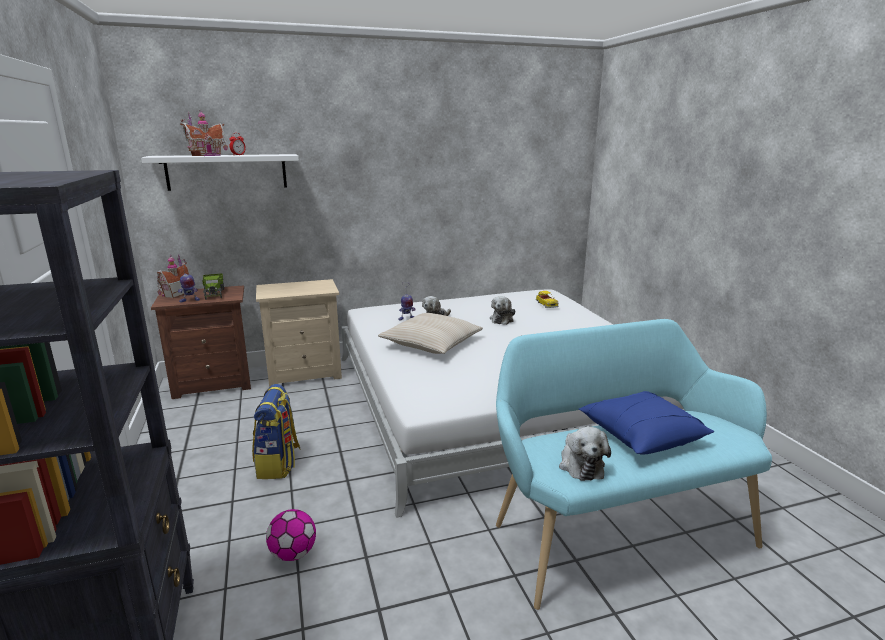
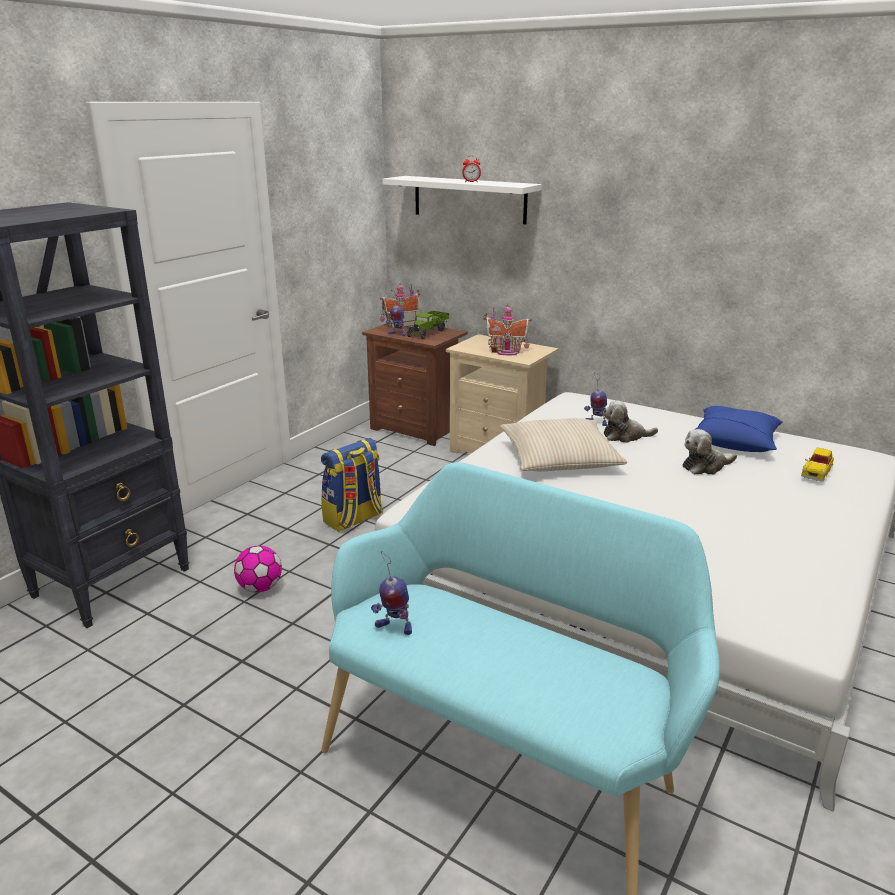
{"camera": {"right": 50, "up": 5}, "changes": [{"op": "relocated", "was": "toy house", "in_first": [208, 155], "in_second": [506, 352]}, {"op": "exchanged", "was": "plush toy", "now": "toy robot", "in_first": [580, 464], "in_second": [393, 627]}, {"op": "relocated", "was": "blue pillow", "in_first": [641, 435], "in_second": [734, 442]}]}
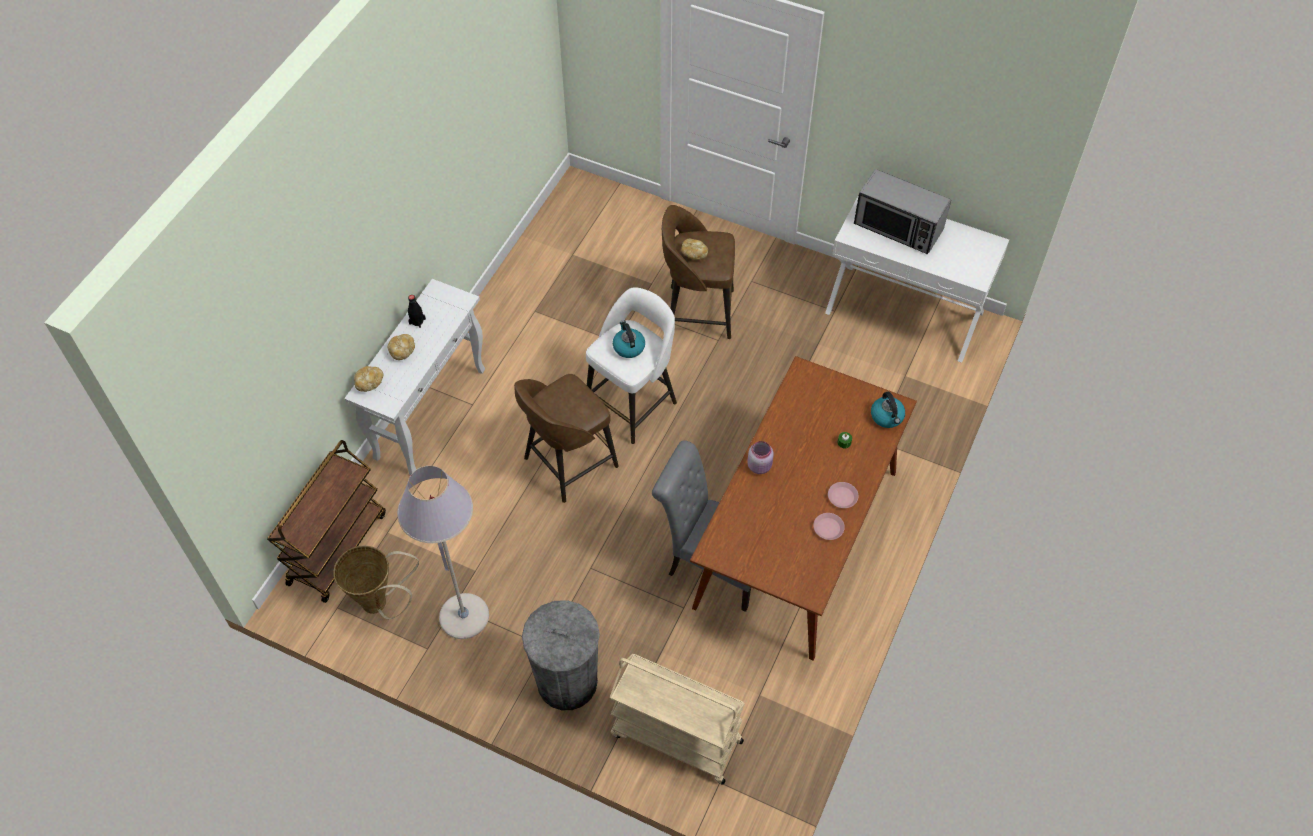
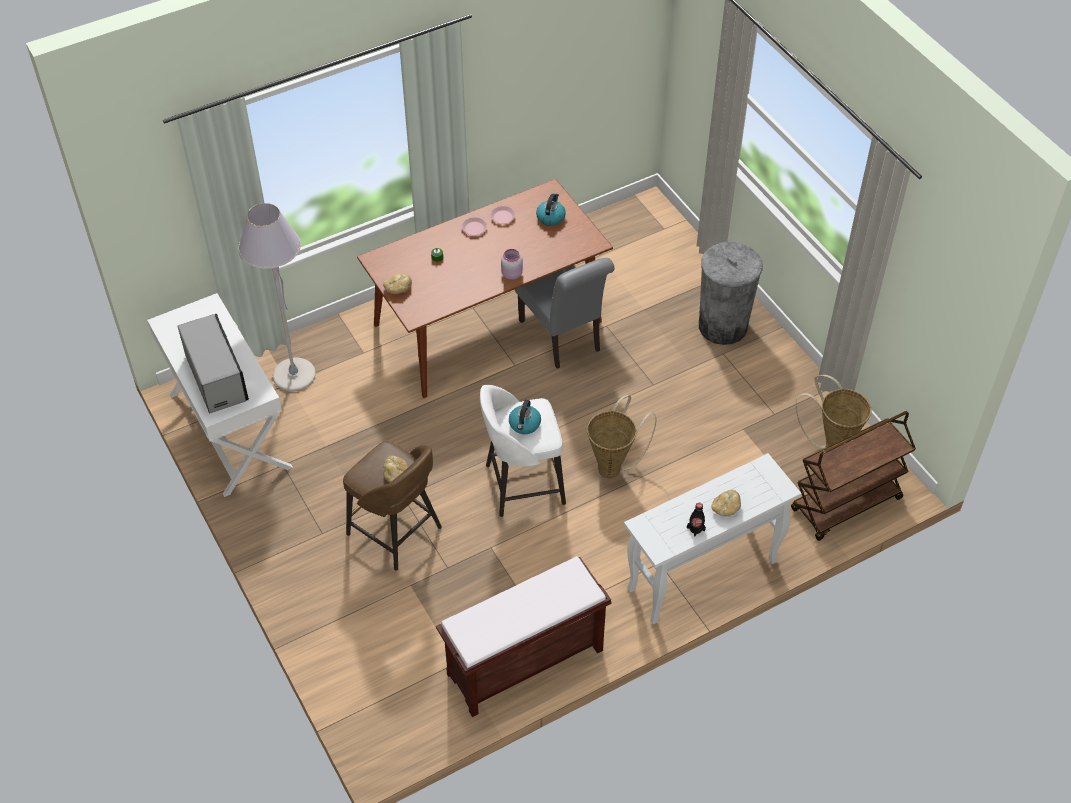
{"camera": {"right": -145, "up": -5}, "changes": [{"op": "relocated", "was": "bread", "in_first": [369, 382], "in_second": [398, 289]}, {"op": "relocated", "was": "grey floor lamp", "in_first": [464, 617], "in_second": [294, 375]}, {"op": "exchanged", "was": "brown stool", "now": "basket", "in_first": [568, 464], "in_second": [613, 467]}, {"op": "missing", "was": "beige cart", "in_first": [675, 738]}, {"op": "relocated", "was": "kettle", "in_first": [887, 417], "in_second": [550, 217]}, {"op": "appeared", "now": "brown bench", "in_second": [524, 663]}]}
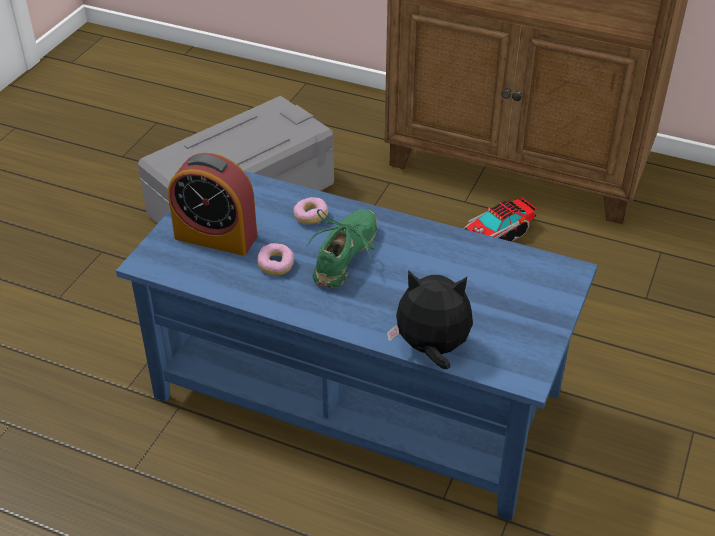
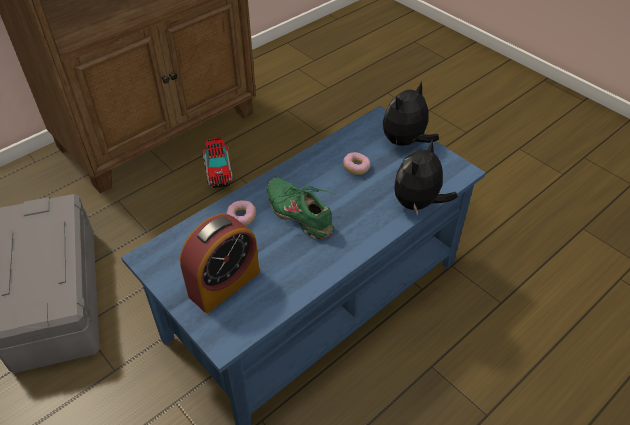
{"camera": {"right": -65, "up": 5}, "changes": [{"op": "relocated", "was": "donut", "in_first": [276, 265], "in_second": [356, 168]}, {"op": "appeared", "now": "plush toy", "in_second": [405, 142]}]}
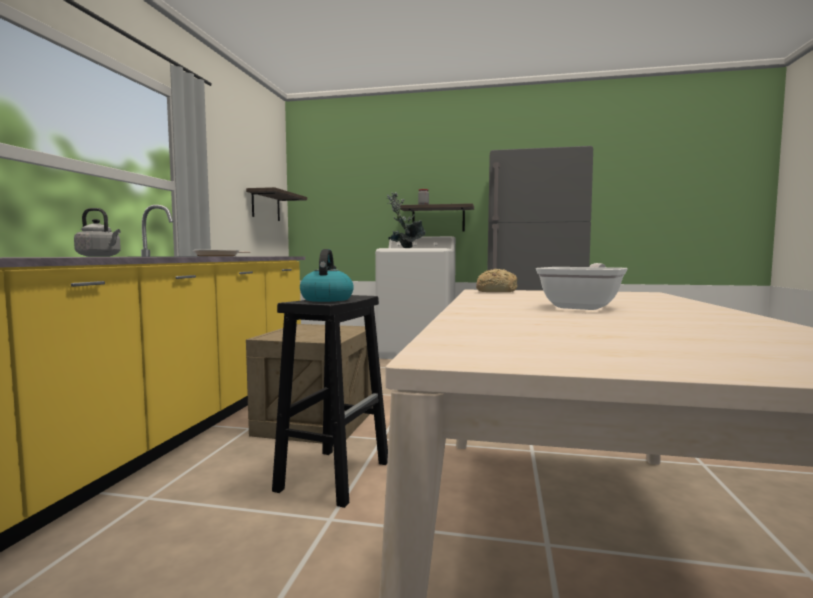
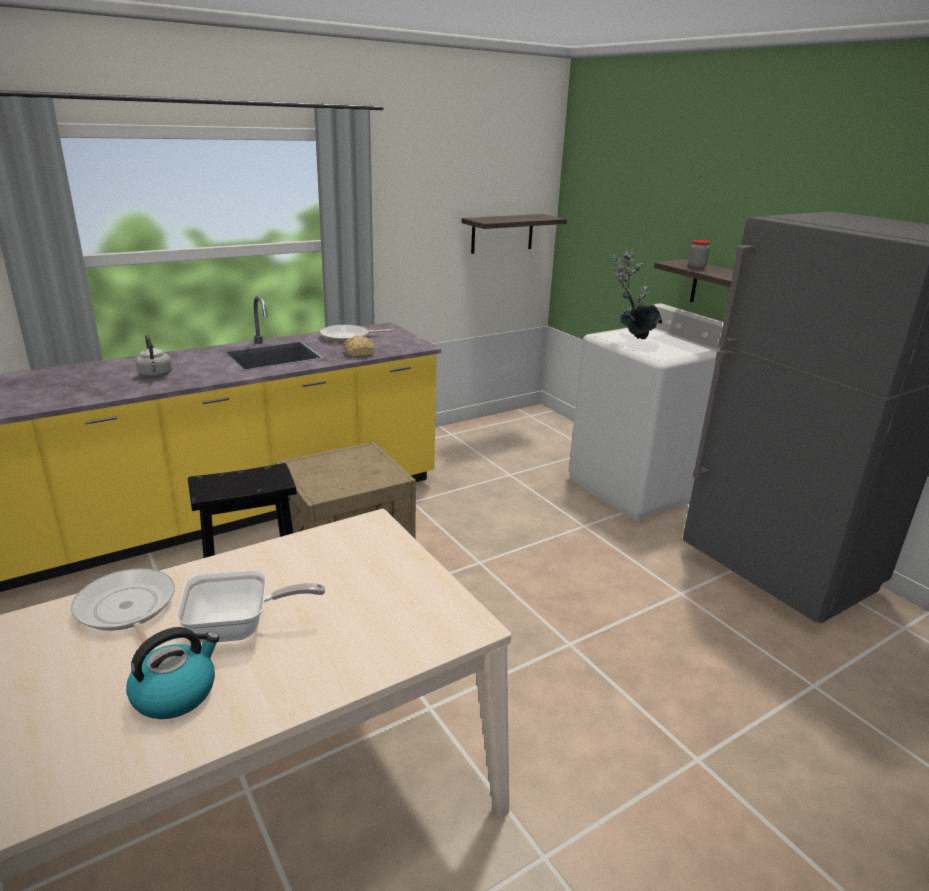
{"camera": {"right": 45, "up": 20}, "changes": [{"op": "relocated", "was": "kettle", "in_first": [327, 299], "in_second": [176, 693]}, {"op": "relocated", "was": "bread", "in_first": [495, 291], "in_second": [359, 353]}, {"op": "appeared", "now": "frying pan", "in_second": [127, 610]}]}
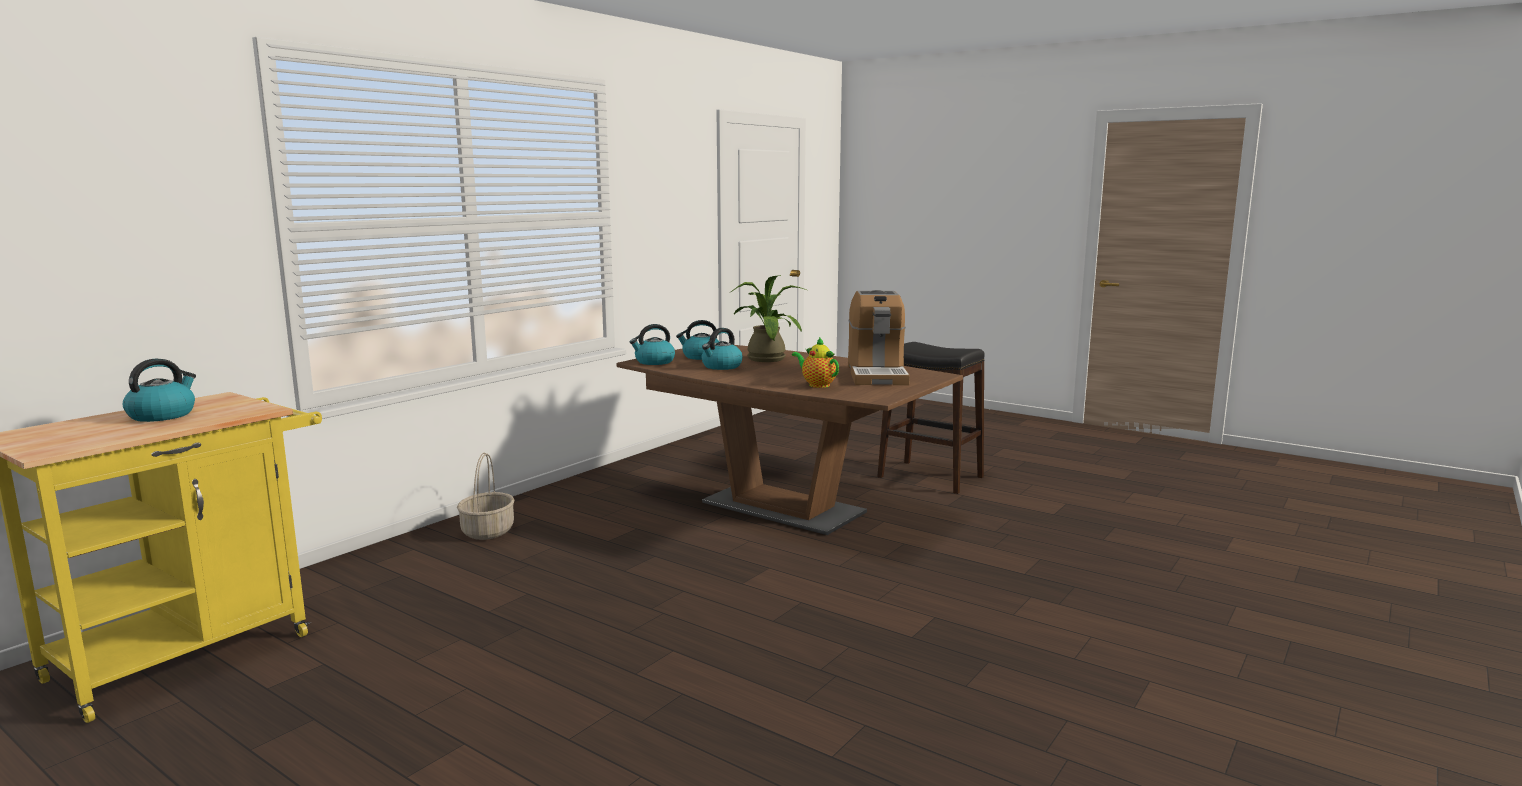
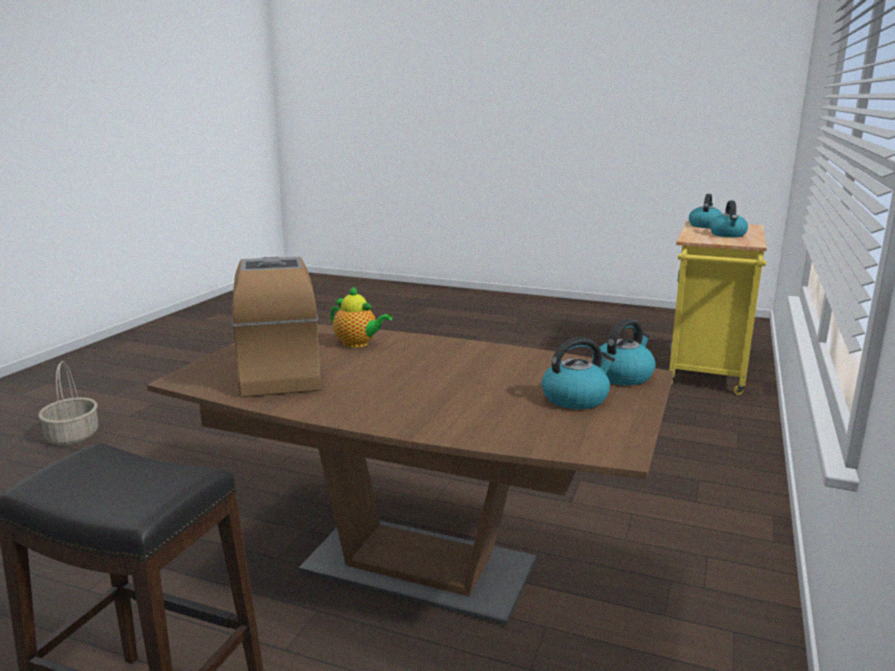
{"camera": {"right": 165, "up": 5}, "changes": [{"op": "relocated", "was": "basket", "in_first": [487, 531], "in_second": [73, 436]}, {"op": "relocated", "was": "kettle", "in_first": [721, 366], "in_second": [705, 225]}, {"op": "missing", "was": "potted plant", "in_first": [766, 358]}]}
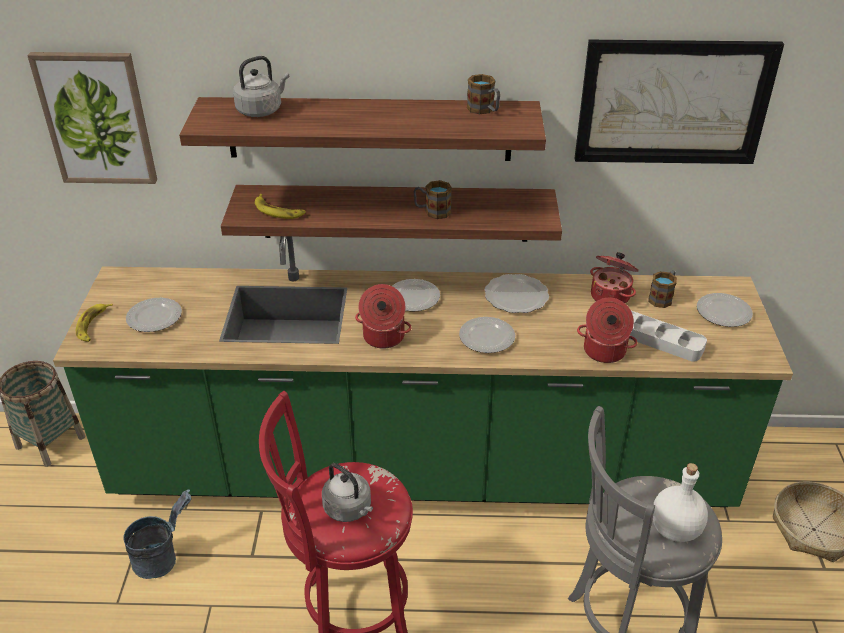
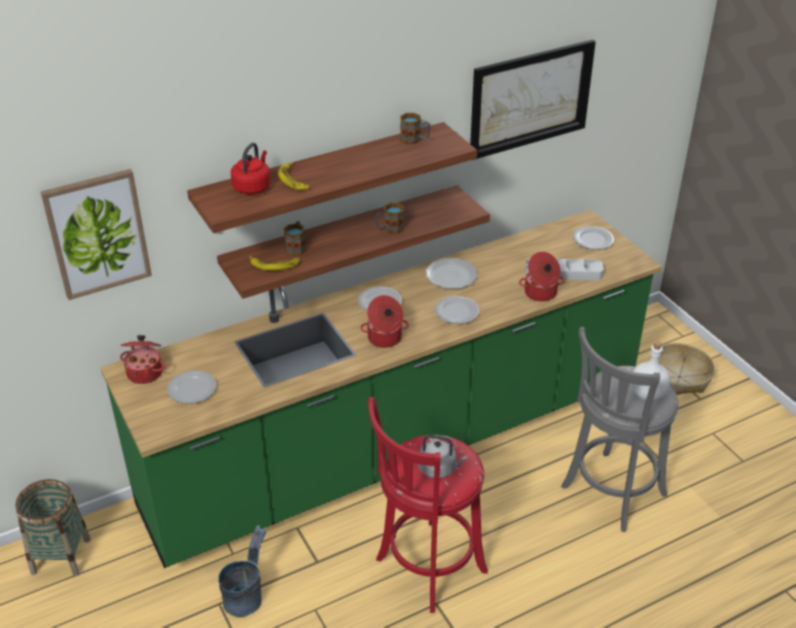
{"camera": {"right": -30, "up": 0}, "changes": [{"op": "relocated", "was": "banana", "in_first": [93, 325], "in_second": [293, 180]}, {"op": "colour", "was": "grey kettle", "now": "red kettle", "in_first": [261, 110], "in_second": [253, 186]}, {"op": "relocated", "was": "cooking pot", "in_first": [611, 295], "in_second": [145, 372]}, {"op": "relocated", "was": "mug", "in_first": [662, 297], "in_second": [296, 246]}]}
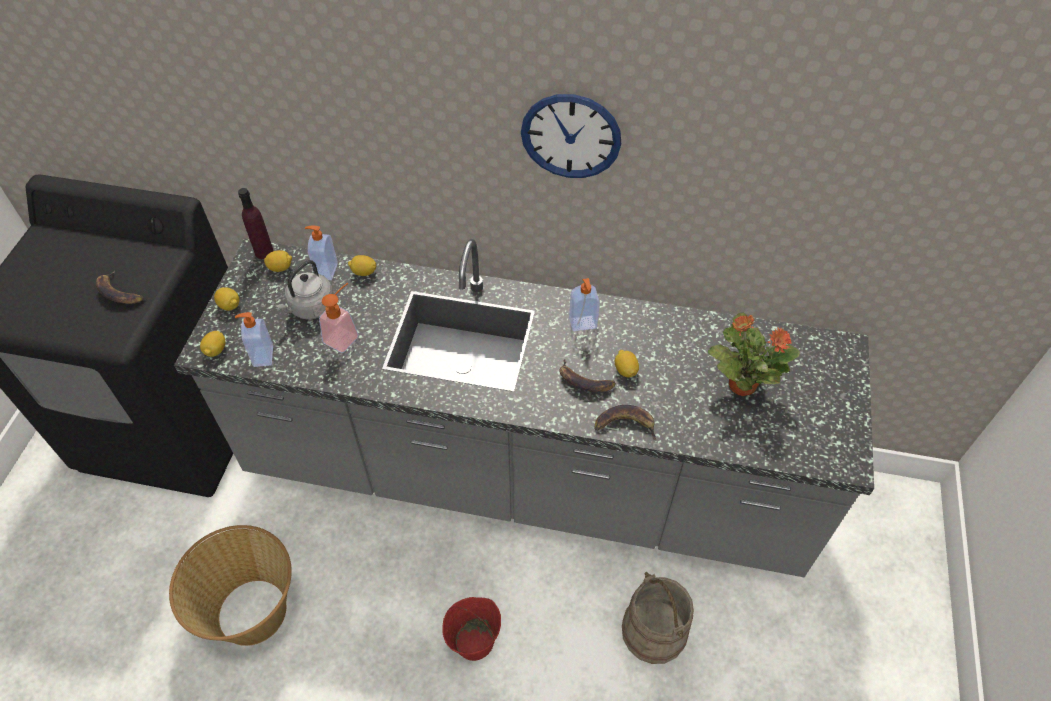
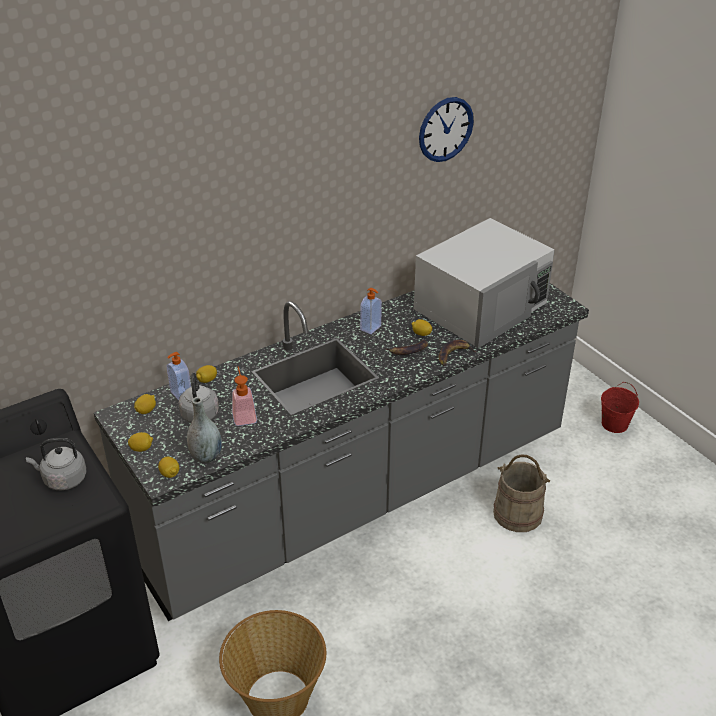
{"camera": {"right": -45, "up": -15}, "changes": [{"op": "exchanged", "was": "banana", "now": "grey kettle", "in_first": [119, 292], "in_second": [63, 479]}, {"op": "exchanged", "was": "soap dispenser", "now": "grey vase", "in_first": [262, 356], "in_second": [206, 456]}, {"op": "missing", "was": "purple bottle", "in_first": [264, 252]}, {"op": "relocated", "was": "red bucket", "in_first": [475, 640], "in_second": [614, 424]}, {"op": "relocated", "was": "wall clock", "in_first": [571, 136], "in_second": [445, 129]}, {"op": "exchanged", "was": "potted plant", "now": "white microwave", "in_first": [741, 384], "in_second": [482, 306]}]}
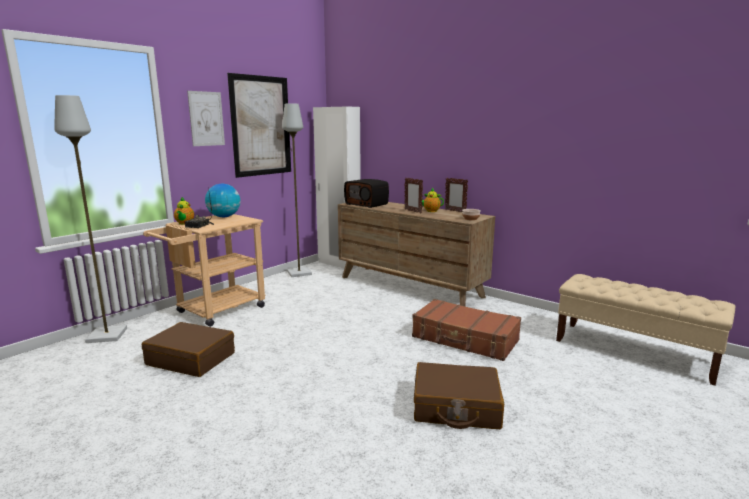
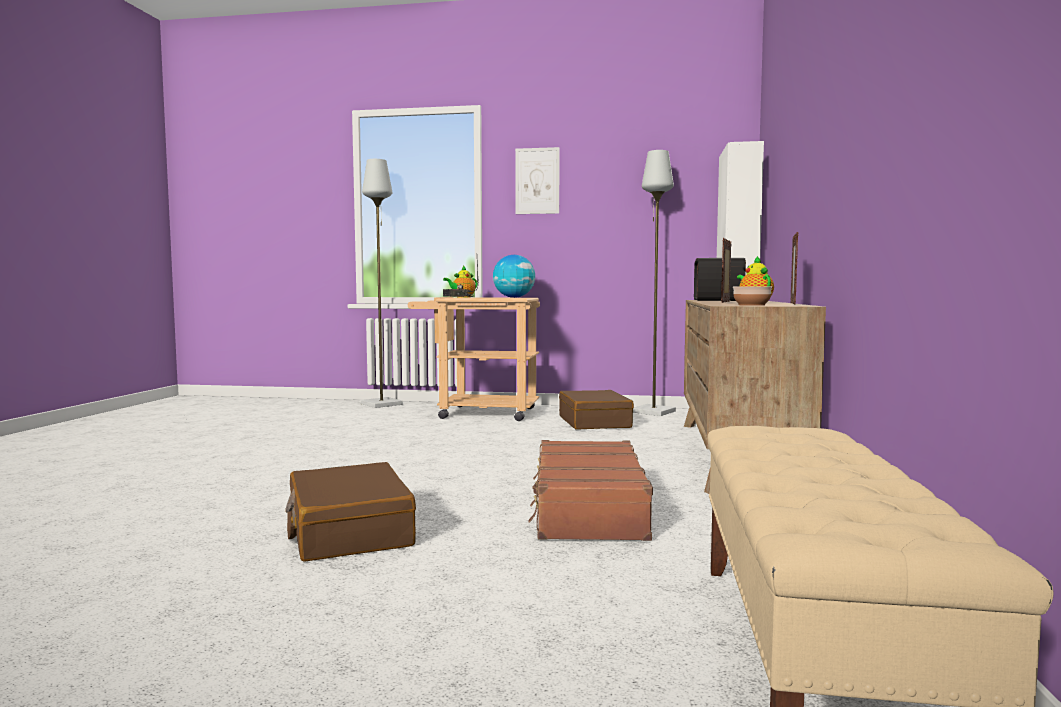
{"camera": {"right": 60, "up": -10}, "changes": [{"op": "relocated", "was": "brown suitcase", "in_first": [191, 359], "in_second": [595, 422]}, {"op": "missing", "was": "picture", "in_first": [261, 126]}]}
